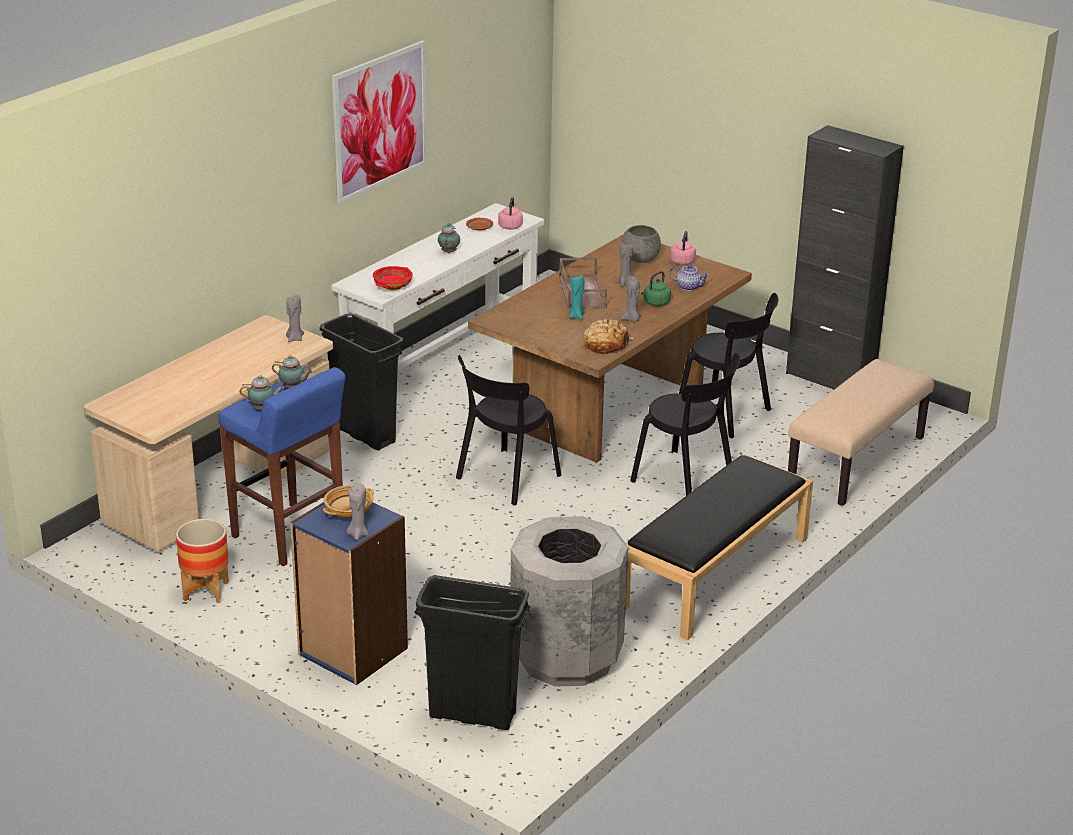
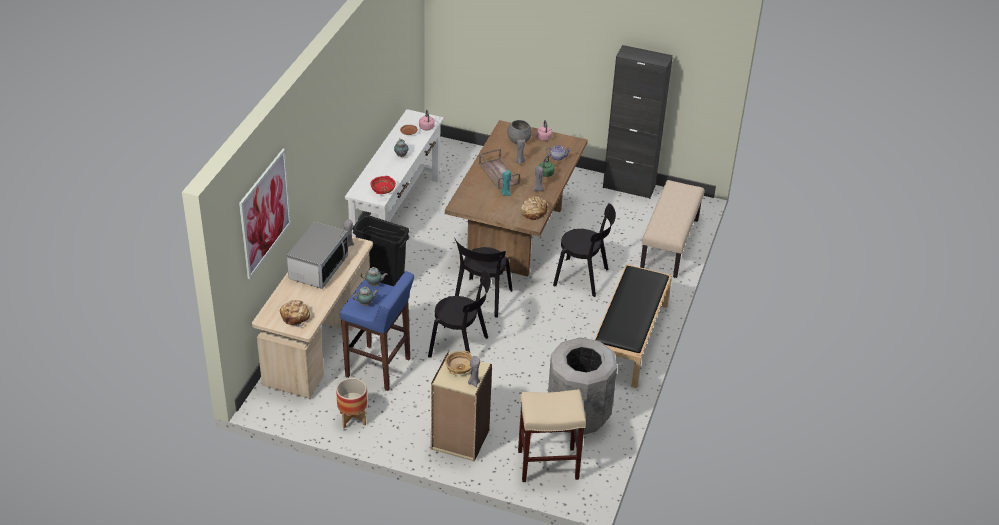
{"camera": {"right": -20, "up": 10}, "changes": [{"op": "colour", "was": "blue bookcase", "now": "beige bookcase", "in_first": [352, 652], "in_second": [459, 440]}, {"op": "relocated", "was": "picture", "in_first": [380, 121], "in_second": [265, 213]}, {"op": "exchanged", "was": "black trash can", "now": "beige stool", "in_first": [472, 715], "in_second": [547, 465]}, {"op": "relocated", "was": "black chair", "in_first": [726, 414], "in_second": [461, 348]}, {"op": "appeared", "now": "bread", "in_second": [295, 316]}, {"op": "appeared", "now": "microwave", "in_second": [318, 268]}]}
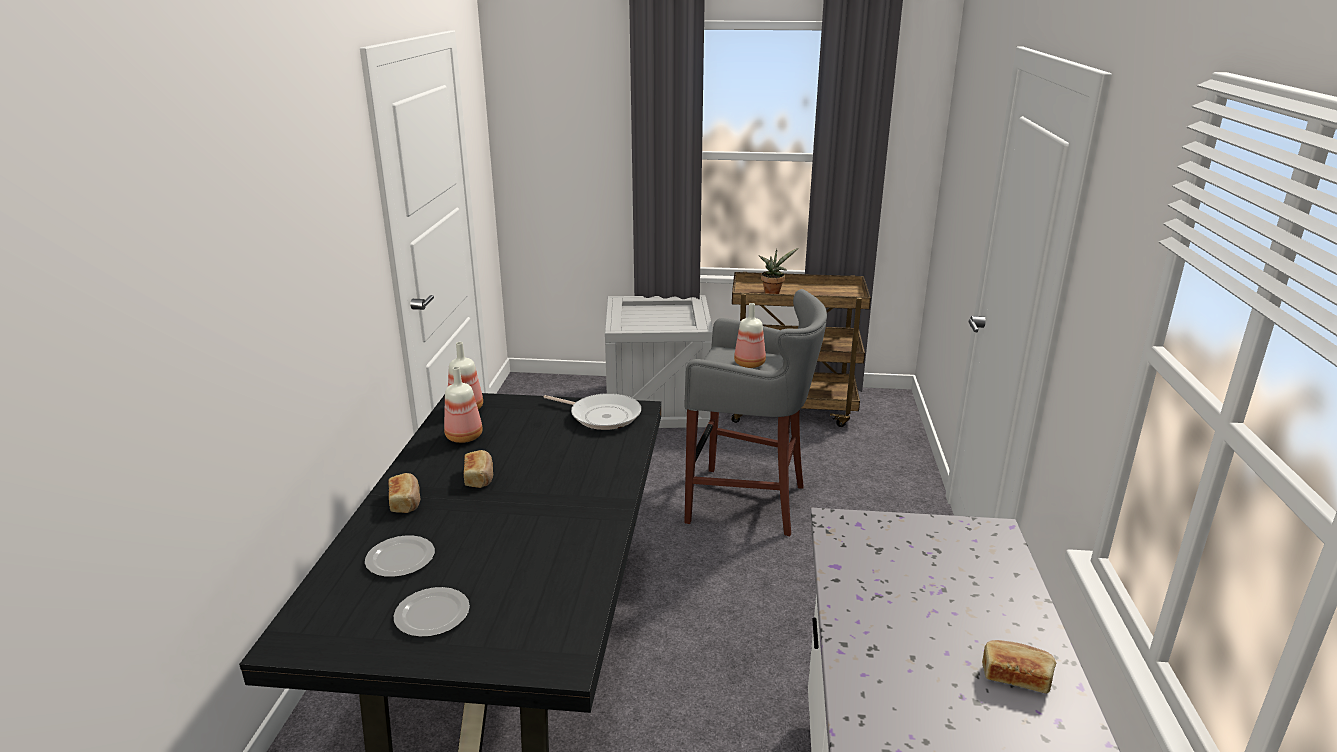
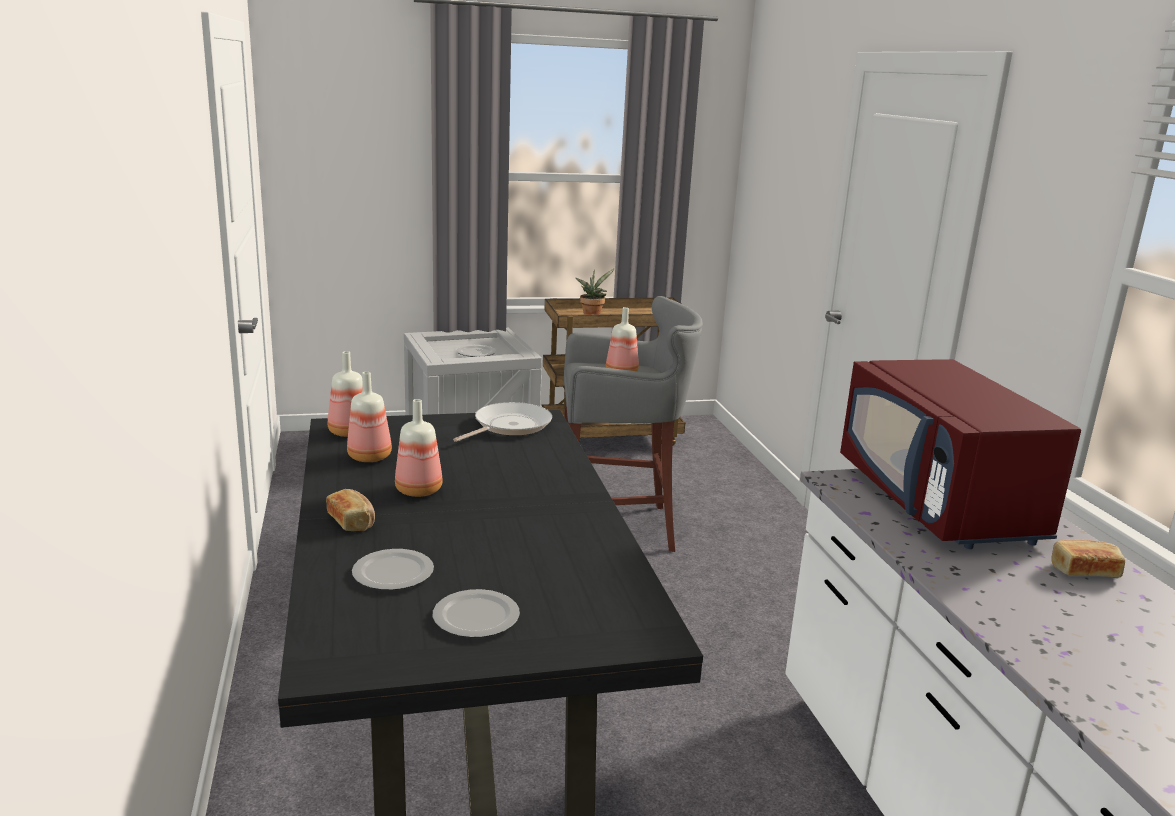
{"camera": {"right": -20, "up": -5}, "changes": [{"op": "exchanged", "was": "bread", "now": "bottle", "in_first": [479, 477], "in_second": [420, 491]}, {"op": "spun", "was": "frying pan", "in_first": [602, 416], "in_second": [509, 426], "clockwise": -60}, {"op": "appeared", "now": "plate", "in_second": [476, 353]}, {"op": "appeared", "now": "red microwave", "in_second": [938, 503]}]}
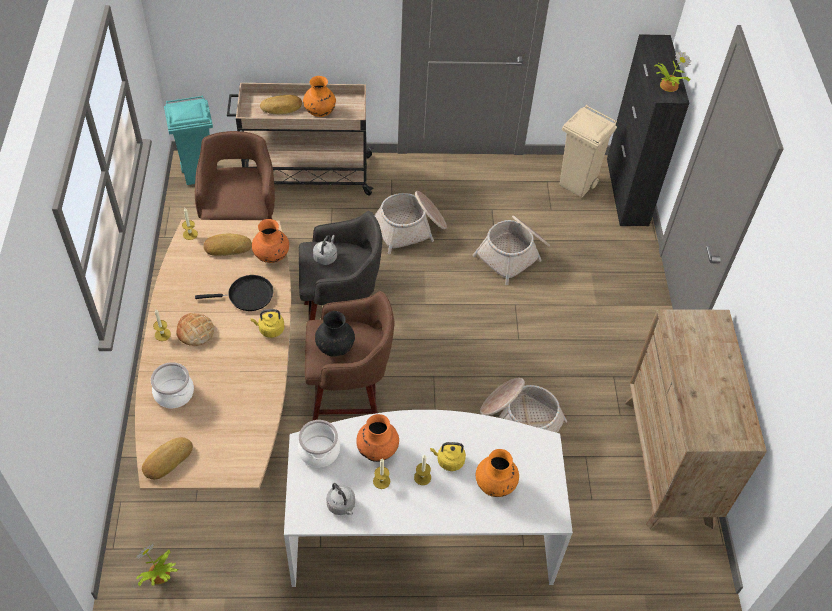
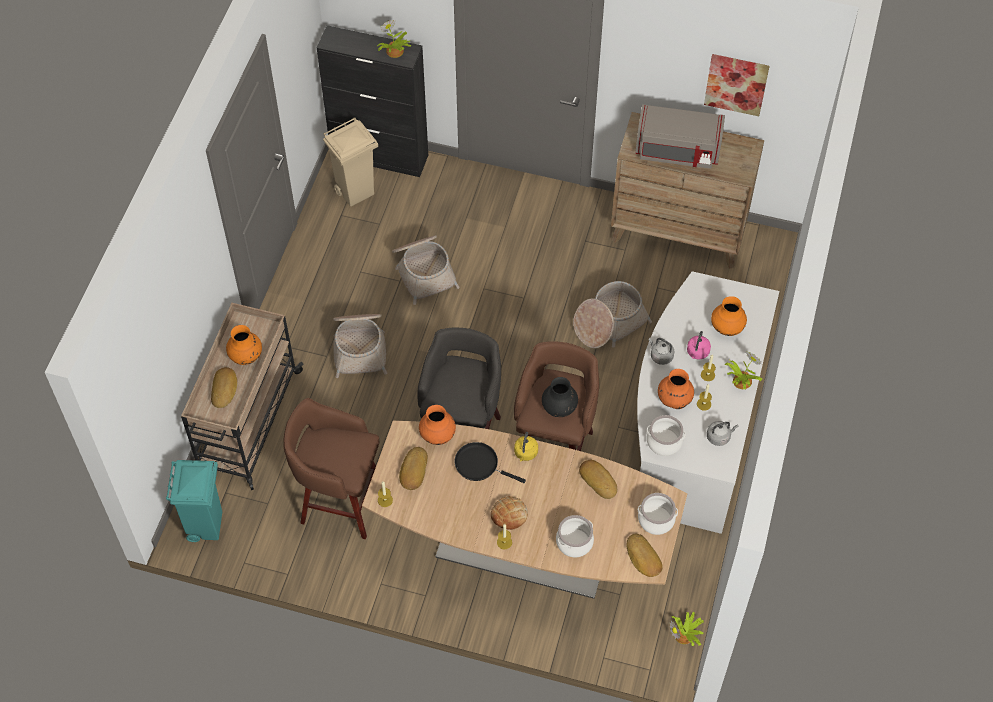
{"camera": {"right": -70, "up": 5}, "changes": [{"op": "spun", "was": "black frying pan", "in_first": [247, 295], "in_second": [479, 464], "clockwise": -75}, {"op": "relocated", "was": "grey kettle", "in_first": [326, 257], "in_second": [660, 356]}, {"op": "colour", "was": "yellow kettle", "now": "pink kettle", "in_first": [449, 461], "in_second": [697, 353]}, {"op": "appeared", "now": "bread", "in_second": [599, 480]}, {"op": "appeared", "now": "grey microwave", "in_second": [677, 152]}, {"op": "appeared", "now": "cooking pot", "in_second": [656, 520]}, {"op": "appeared", "now": "picture", "in_second": [736, 84]}, {"op": "appeared", "now": "potted plant", "in_second": [741, 381]}]}
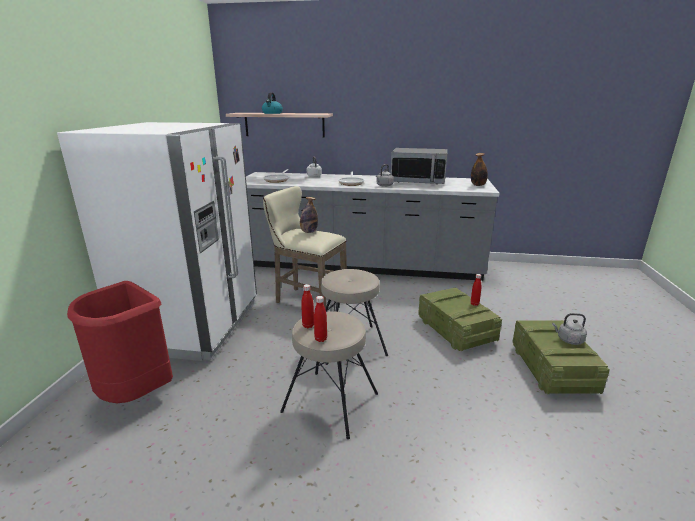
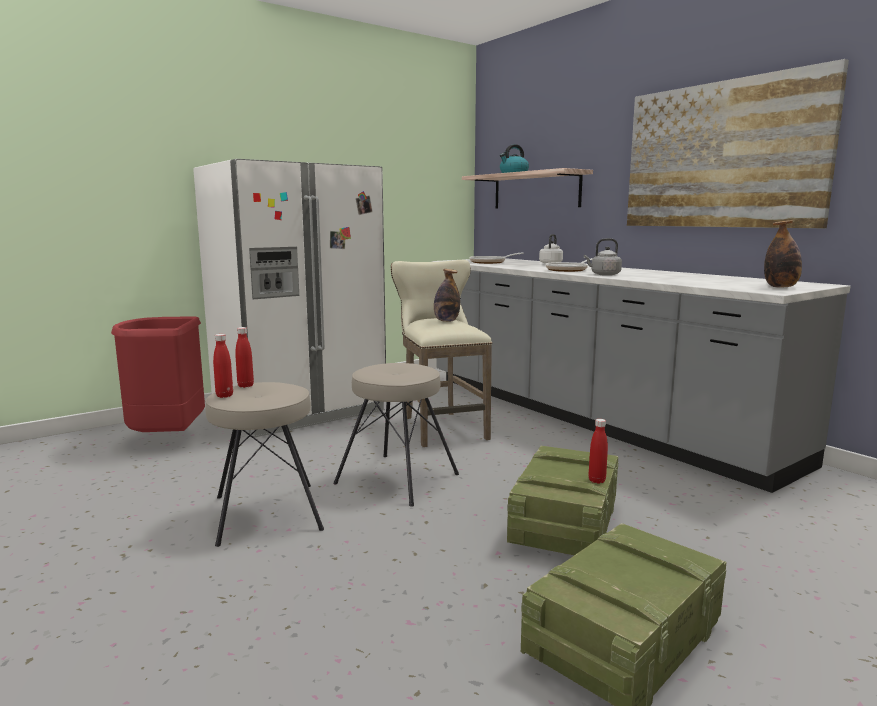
{"camera": {"right": 45, "up": -10}, "changes": [{"op": "missing", "was": "microwave", "in_first": [418, 181]}, {"op": "missing", "was": "grey kettle", "in_first": [568, 340]}, {"op": "appeared", "now": "picture", "in_second": [722, 155]}]}
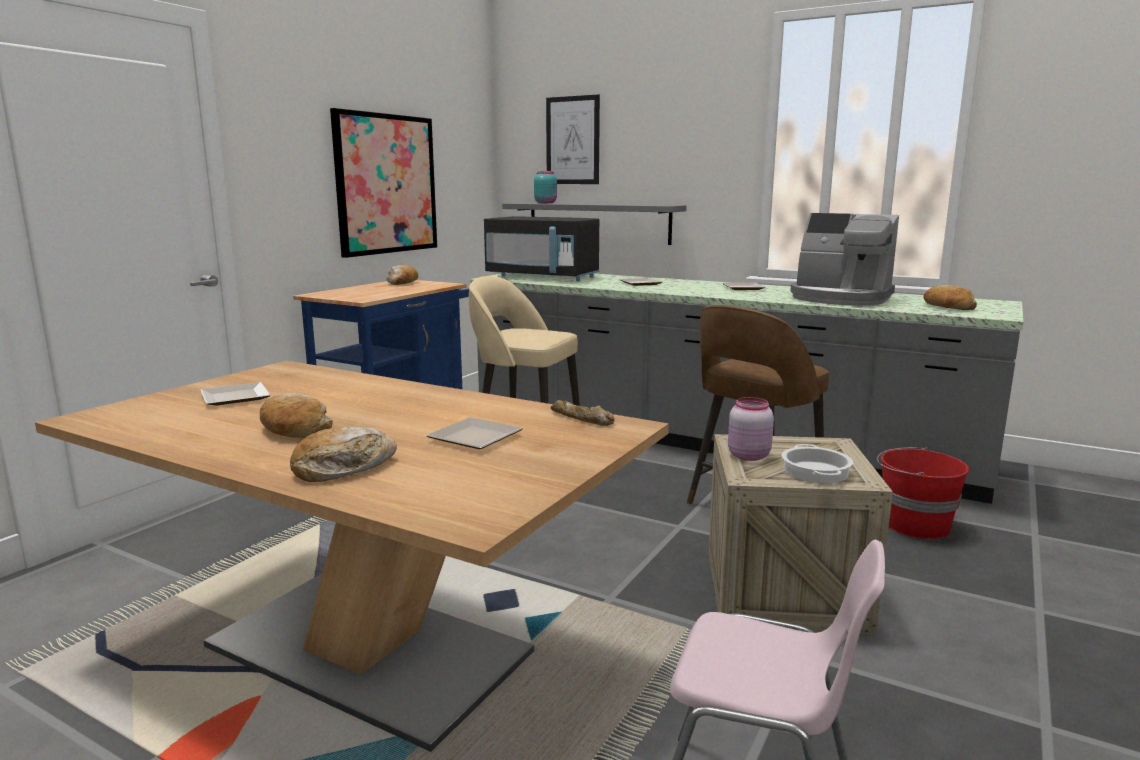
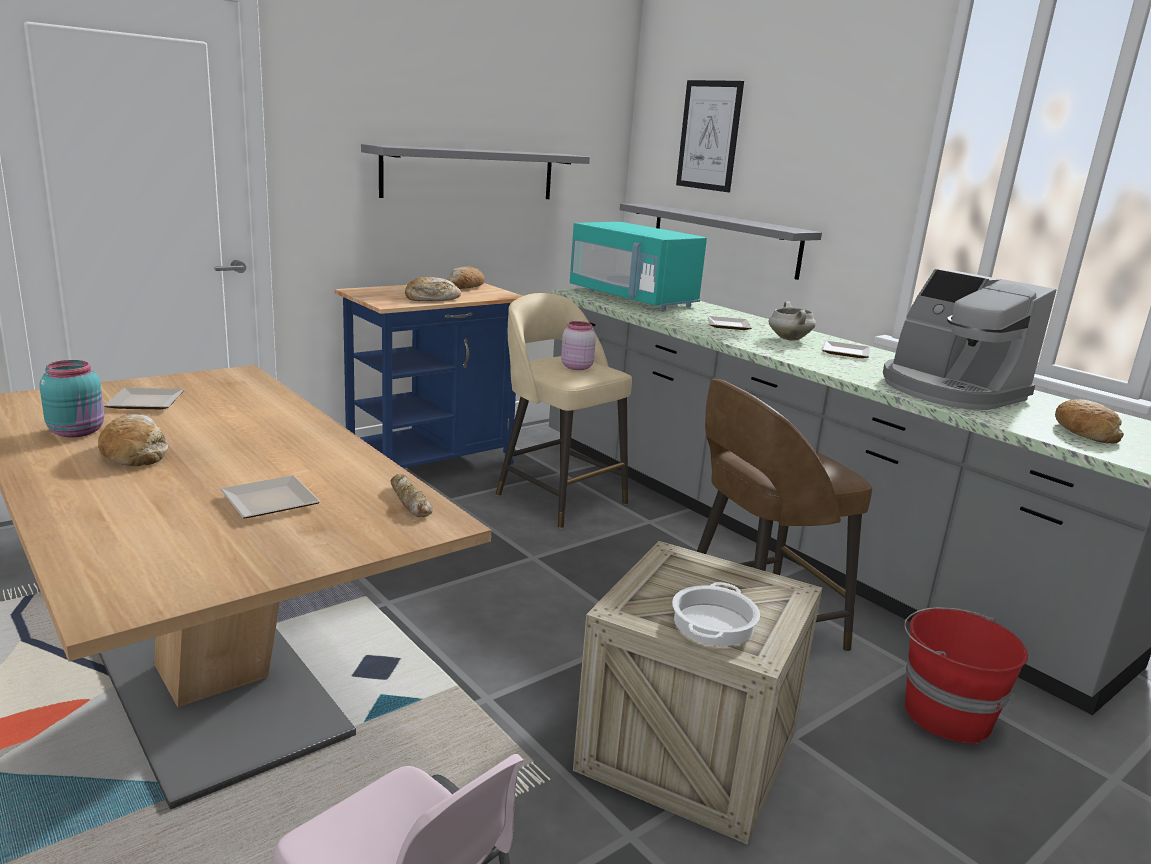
{"camera": {"right": 20, "up": 5}, "changes": [{"op": "relocated", "was": "bread", "in_first": [344, 468], "in_second": [431, 299]}, {"op": "exchanged", "was": "picture", "now": "grey shelf", "in_first": [386, 184], "in_second": [470, 174]}, {"op": "colour", "was": "black microwave", "now": "turquoise microwave", "in_first": [542, 277], "in_second": [632, 299]}, {"op": "relocated", "was": "turquoise jar", "in_first": [546, 203], "in_second": [78, 431]}, {"op": "relocated", "was": "pink jar", "in_first": [747, 455], "in_second": [576, 367]}, {"op": "appeared", "now": "white cooking pot", "in_second": [788, 339]}]}
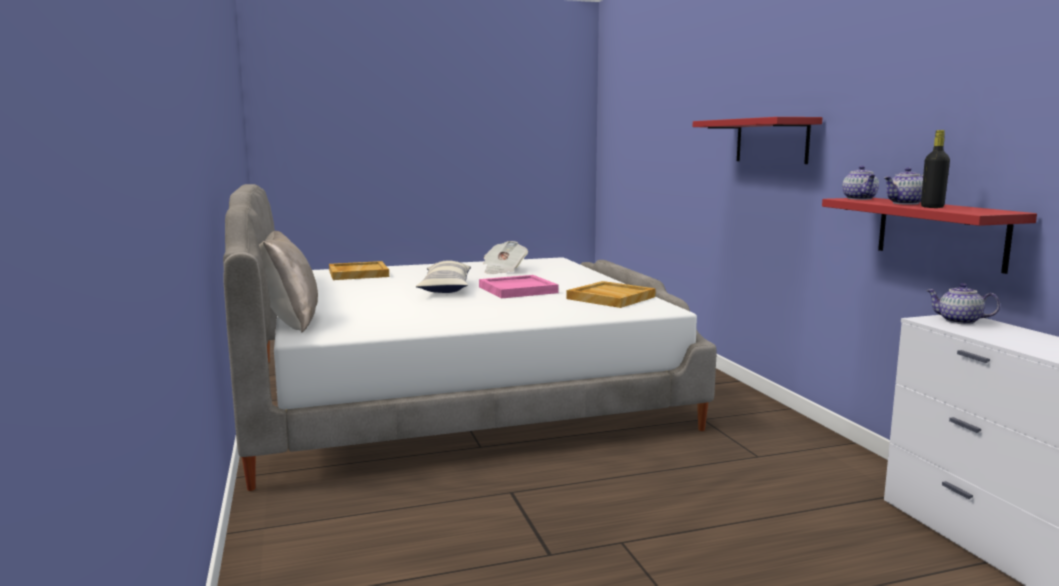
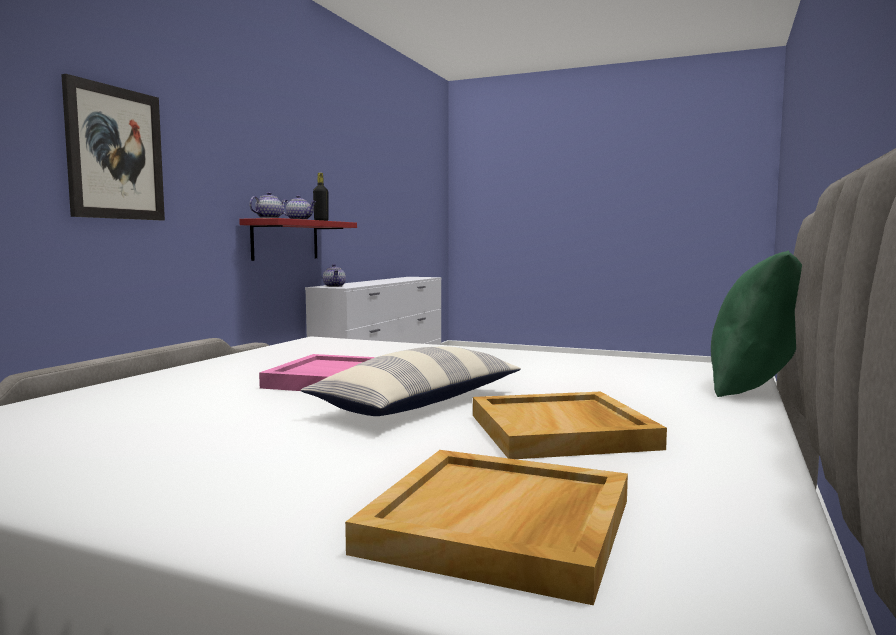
{"camera": {"right": -140, "up": -5}, "changes": [{"op": "colour", "was": "beige pillow", "now": "green pillow", "in_first": [289, 322], "in_second": [756, 387]}, {"op": "missing", "was": "newspaper", "in_first": [503, 270]}, {"op": "relocated", "was": "beige tray", "in_first": [610, 298], "in_second": [562, 431]}, {"op": "exchanged", "was": "red shelf", "now": "picture", "in_first": [771, 141], "in_second": [115, 153]}]}
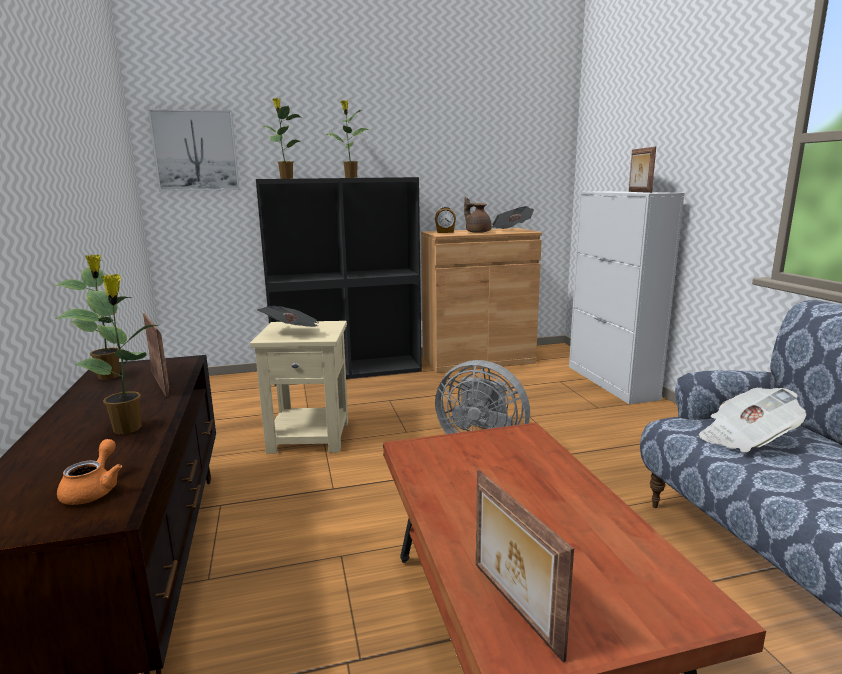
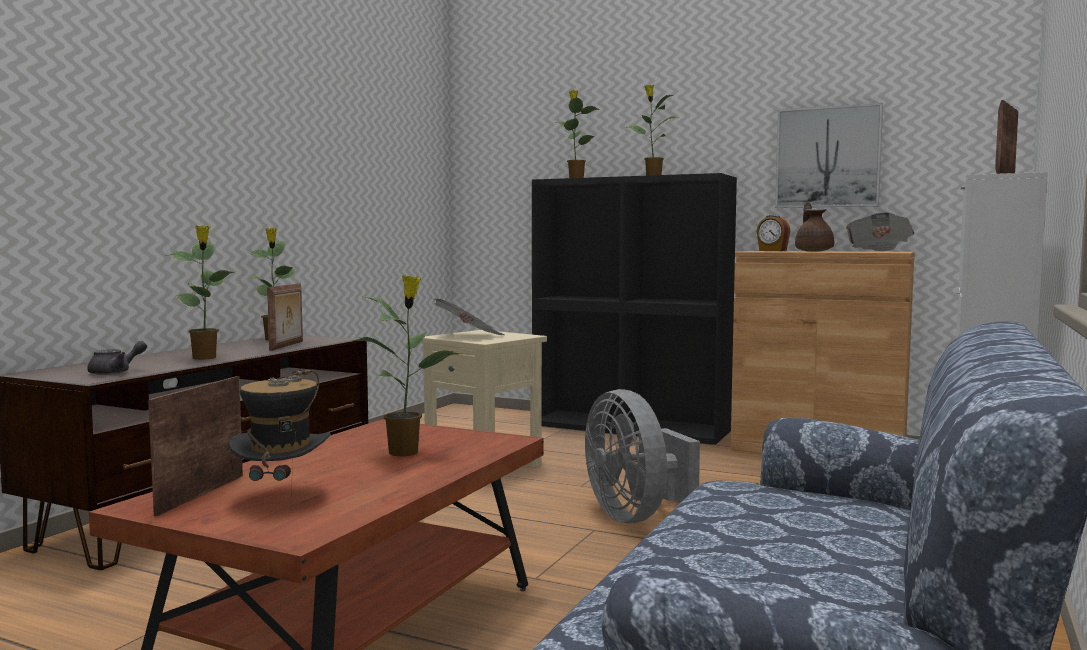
{"camera": {"right": 40, "up": -10}, "changes": [{"op": "colour", "was": "orange teapot", "now": "grey teapot", "in_first": [94, 490], "in_second": [116, 372]}, {"op": "relocated", "was": "picture", "in_first": [195, 151], "in_second": [828, 157]}, {"op": "missing", "was": "newspaper", "in_first": [745, 439]}, {"op": "appeared", "now": "hat", "in_second": [282, 497]}, {"op": "appeared", "now": "potted plant", "in_second": [405, 452]}]}
